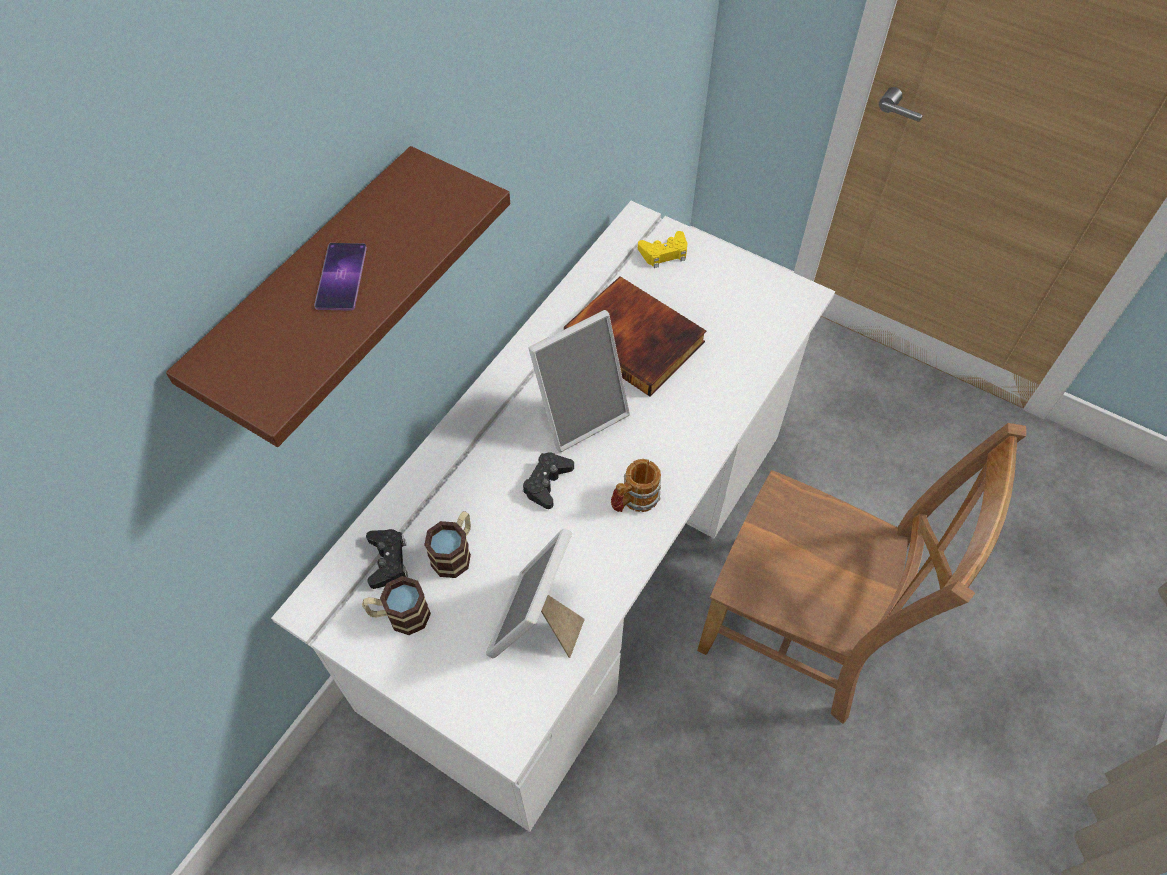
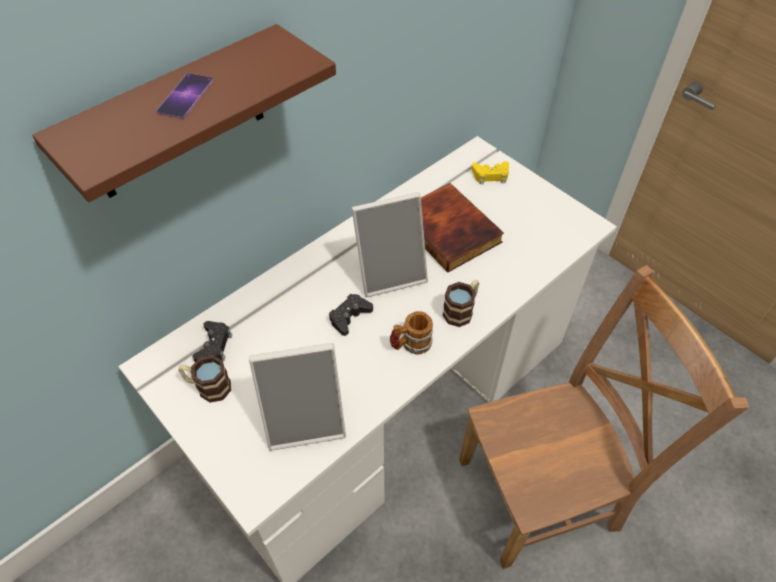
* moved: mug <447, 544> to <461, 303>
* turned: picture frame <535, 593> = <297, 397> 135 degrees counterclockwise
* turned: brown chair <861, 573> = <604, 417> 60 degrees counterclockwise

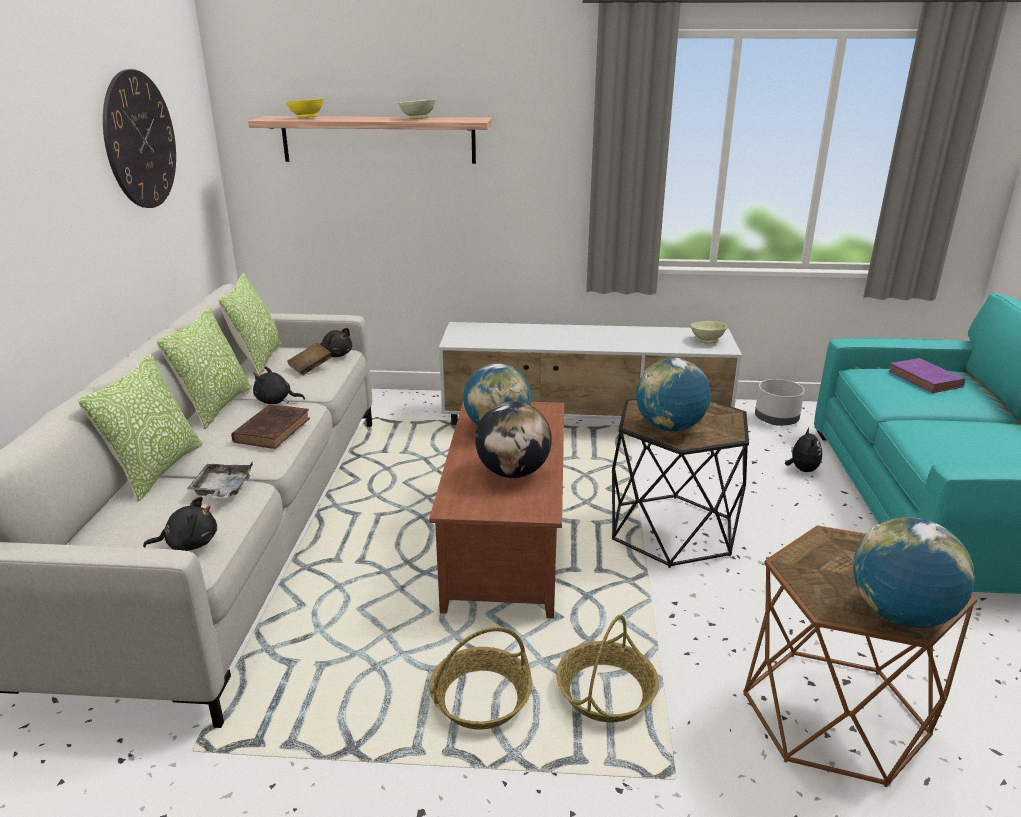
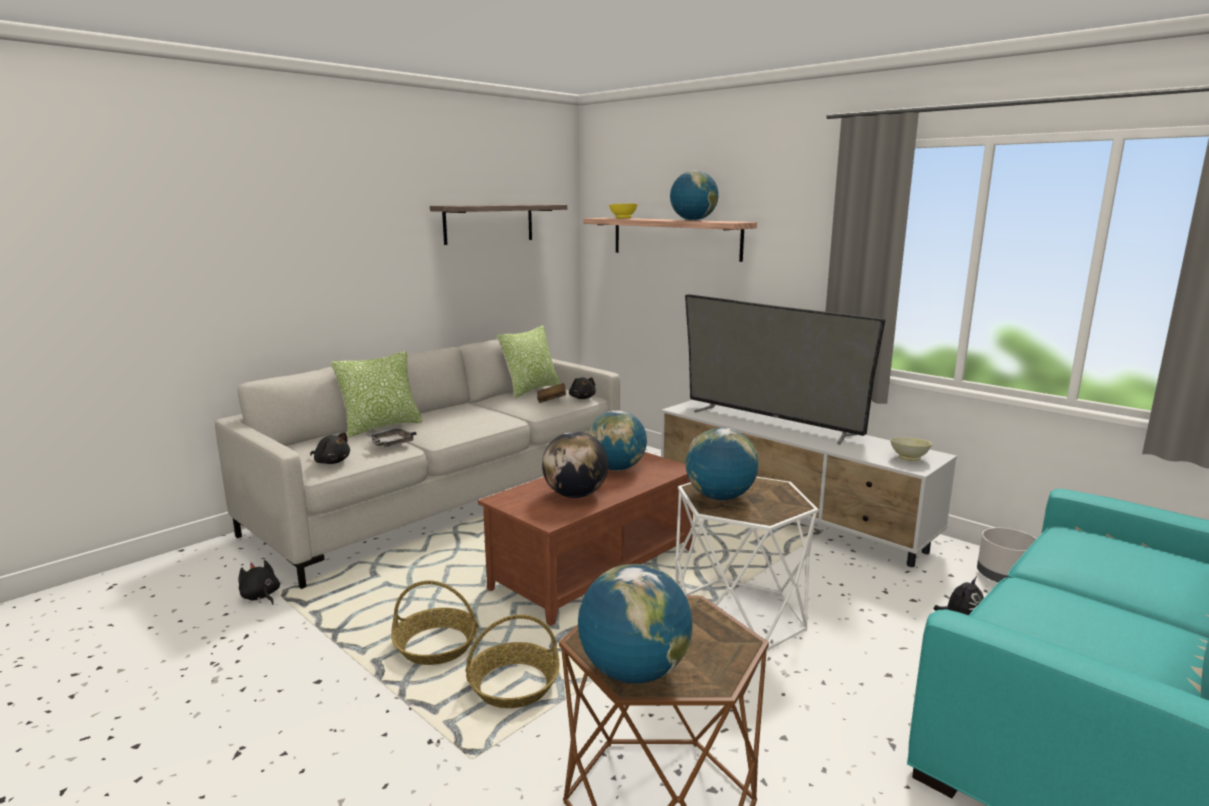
* replaced: wall clock <139, 138> to shelf <498, 224>
* removed: pillow <204, 368>
* removed: brown book <270, 426>
* moved: black plush toy <279, 385> to <259, 582>
* replaced: beige bowl <417, 109> to globe <694, 195>
* recoloured: black side table <680, 483> to white side table <747, 564>
* removed: purple book <927, 375>
* added: television <785, 369>

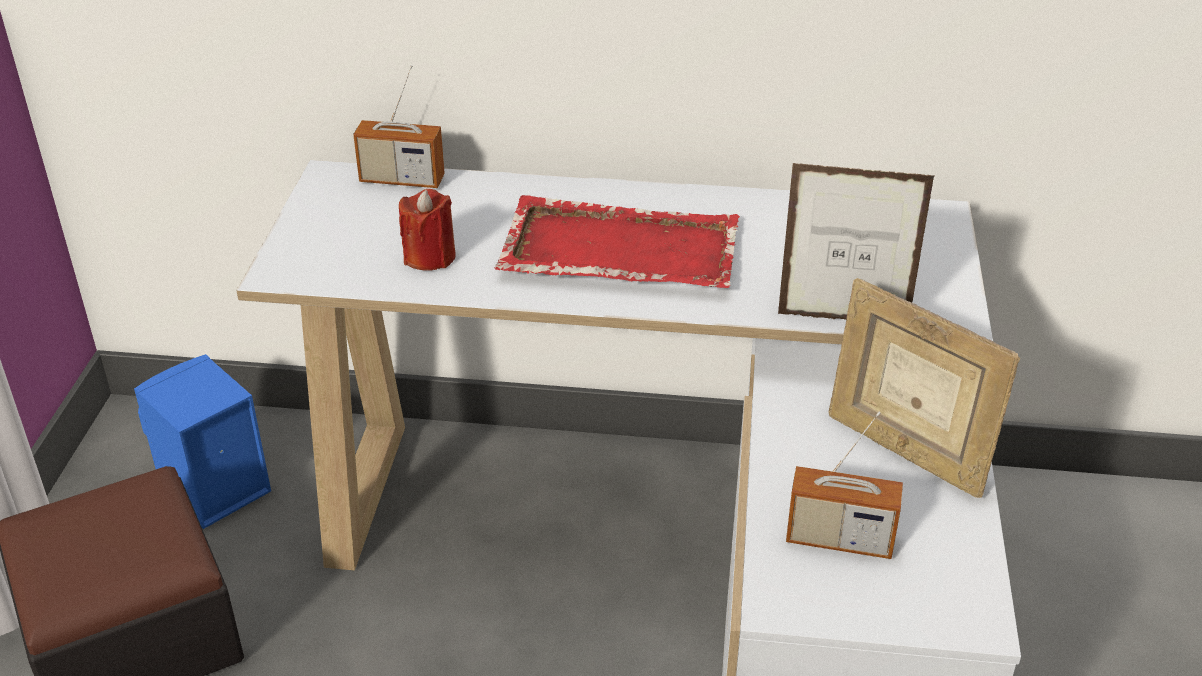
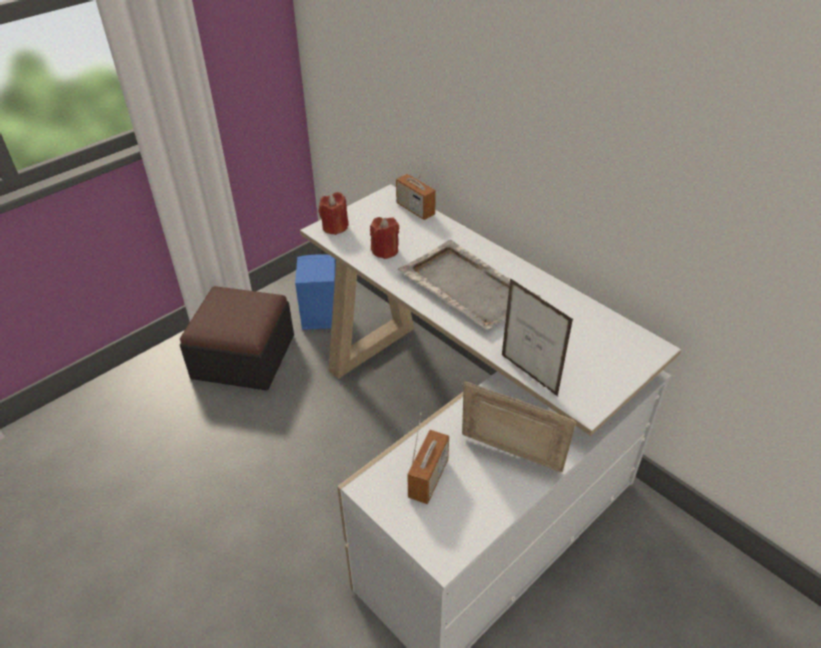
* recoloured: red tray <617, 241> to grey tray <469, 285>
* turned: radio <844, 485> = <428, 458> 120 degrees counterclockwise
* turned: picture frame <924, 388> = <519, 427> 120 degrees clockwise
* added: red candle <334, 213>

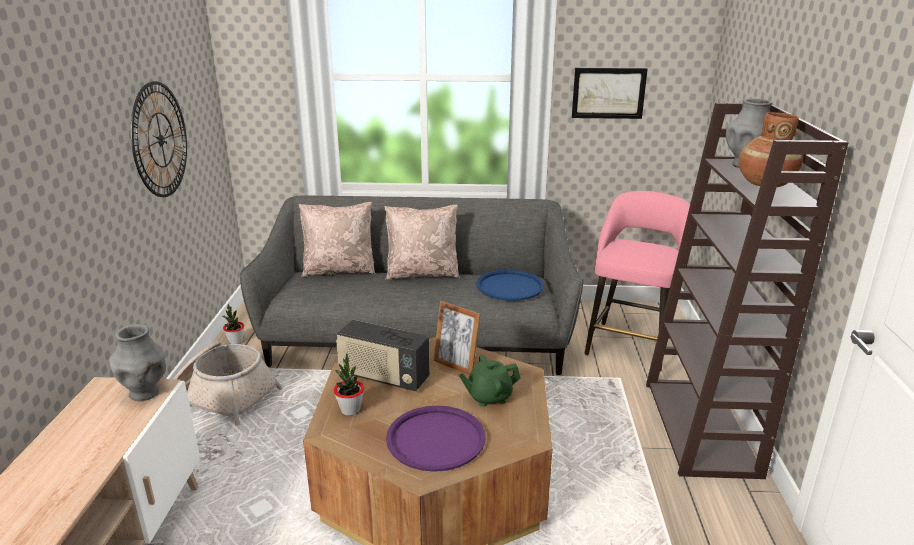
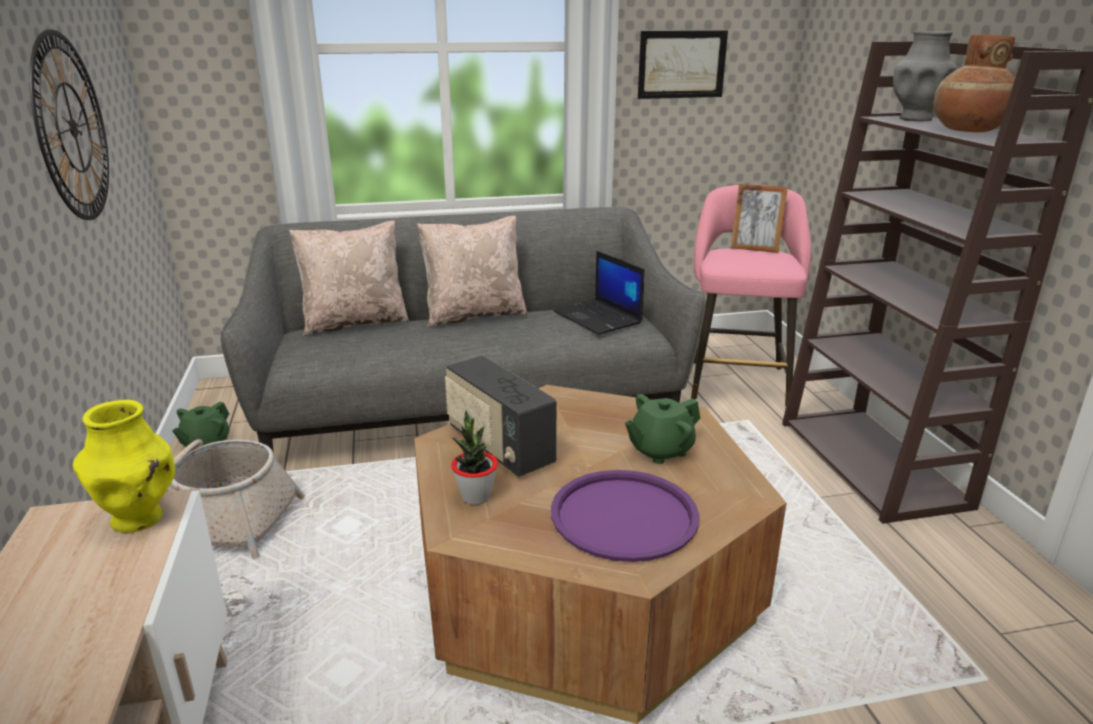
* recoloured: grey vase <137, 362> to yellow vase <124, 466>
* replaced: potted plant <233, 324> to green teapot <200, 424>
* turned: radio <383, 355> = <501, 416> 45 degrees clockwise
* moved: picture frame <456, 338> to <759, 218>
* replaced: blue tray <510, 285> to laptop <599, 293>

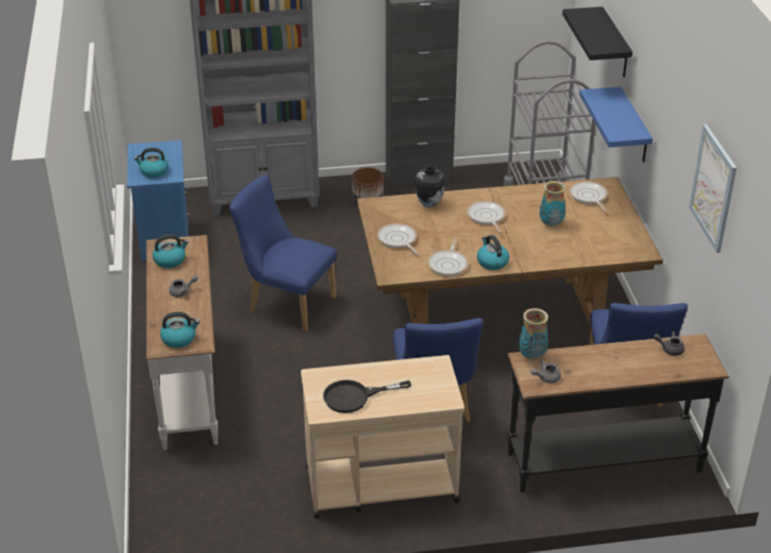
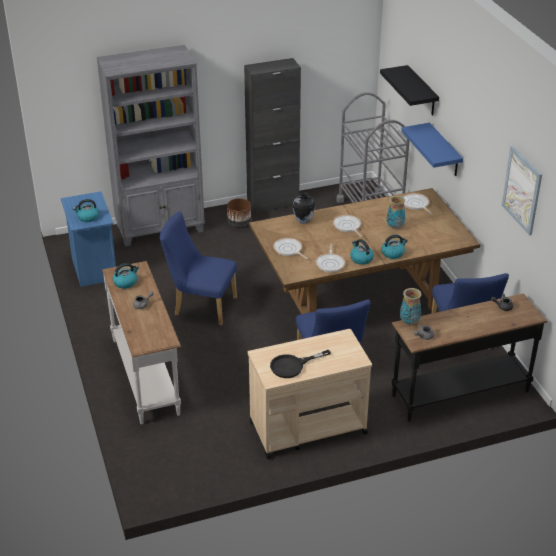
* moved: kettle <180, 330> to <394, 246>

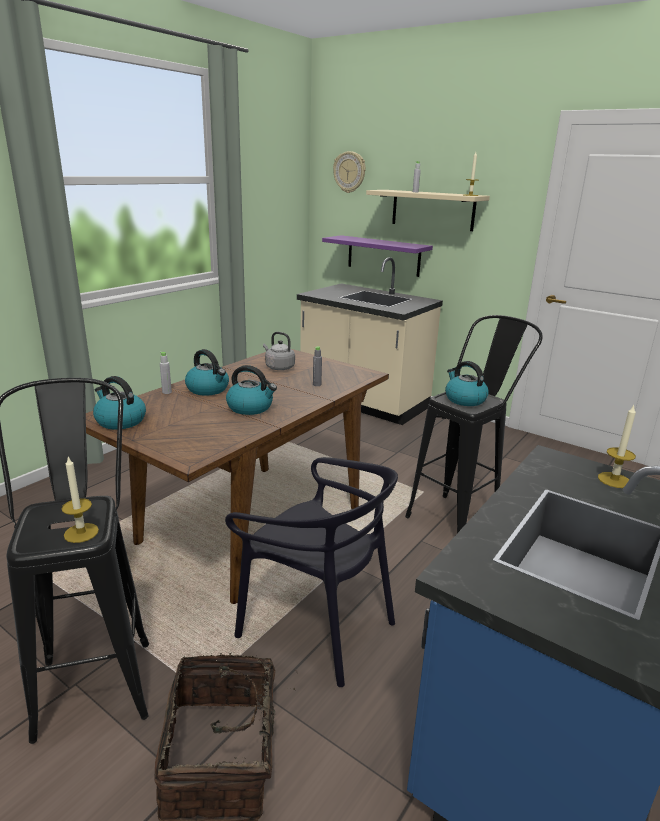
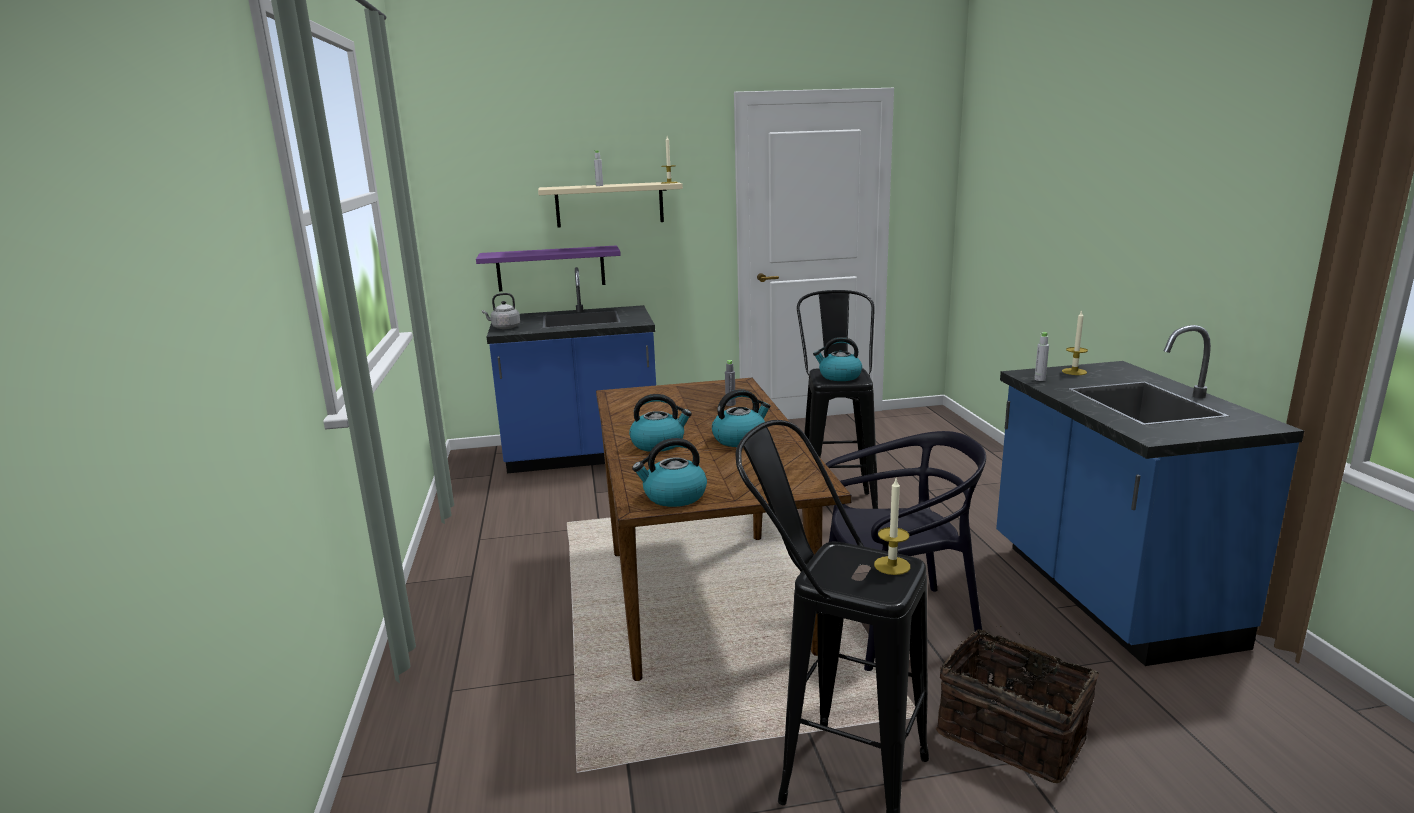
* moved: grey bottle <166, 373> to <1041, 356>
* moved: grey kettle <279, 351> to <501, 311>
* recoloured: beige counter <370, 341> to blue counter <571, 370>
* removed: wall clock <349, 172>

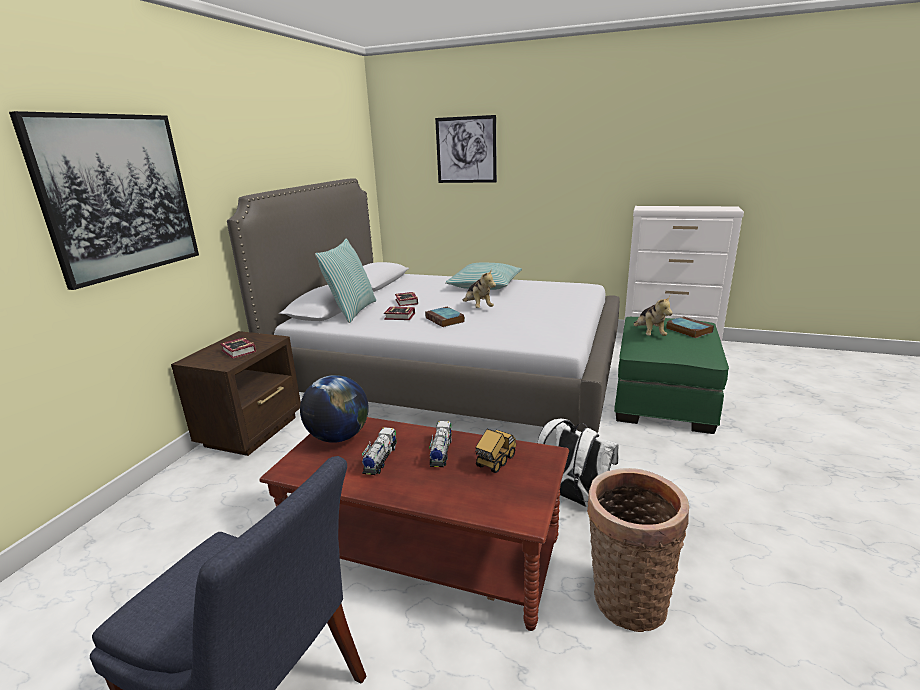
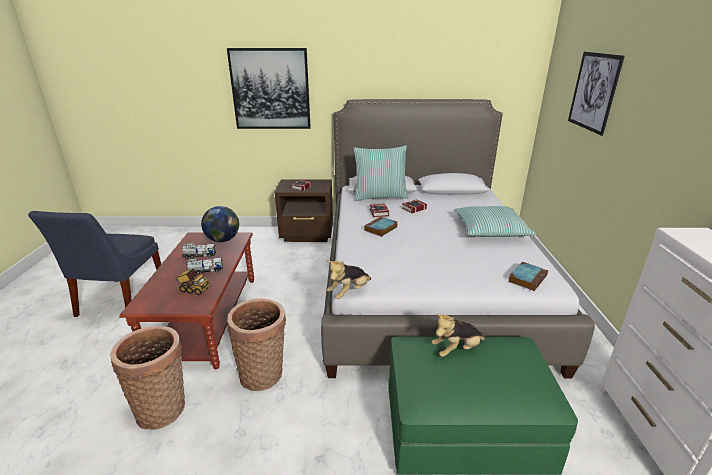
* moved: plush toy <479, 288> to <349, 280>
* replaced: white backpack <578, 463> to basket <256, 344>
* moved: book <690, 327> to <528, 276>

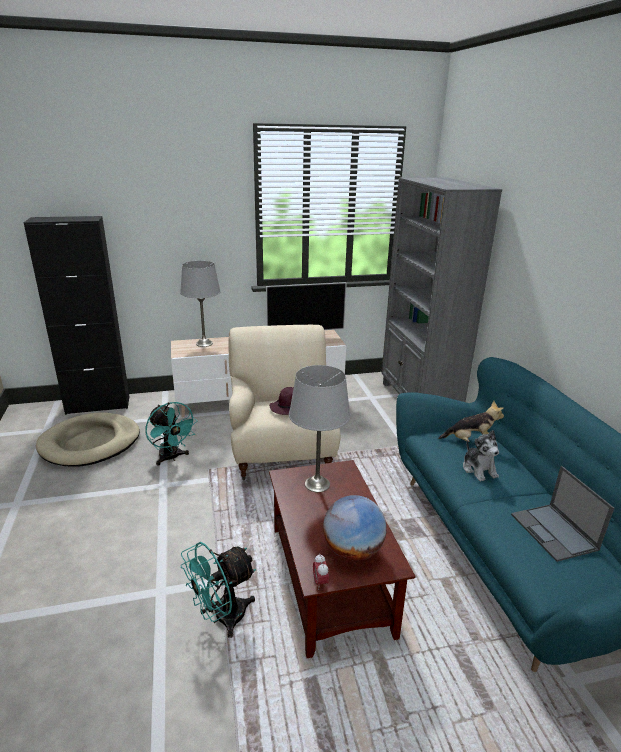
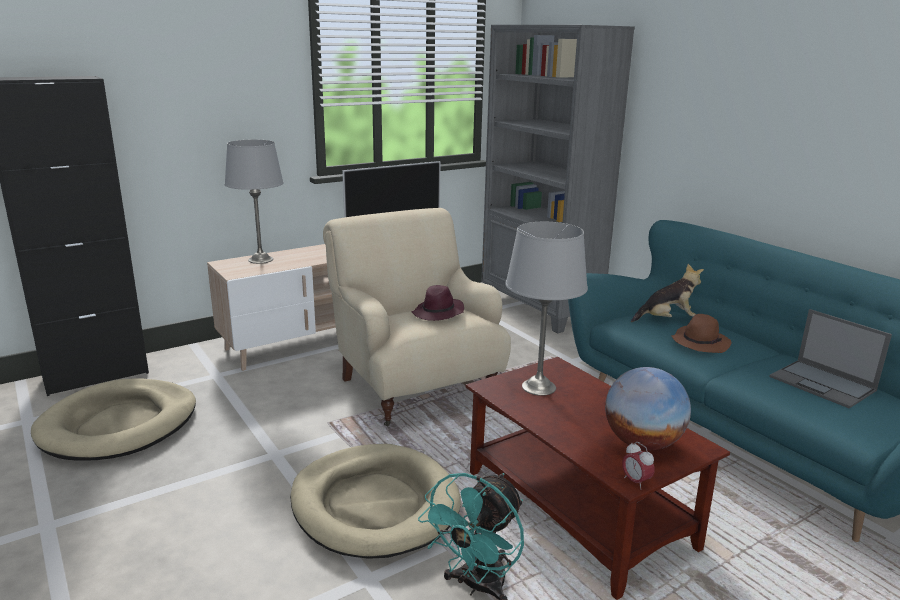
* removed: turquoise fan <171, 434>
* replaced: plush toy <481, 455> to brown hat <701, 333>
* added: beige dog bed <375, 501>

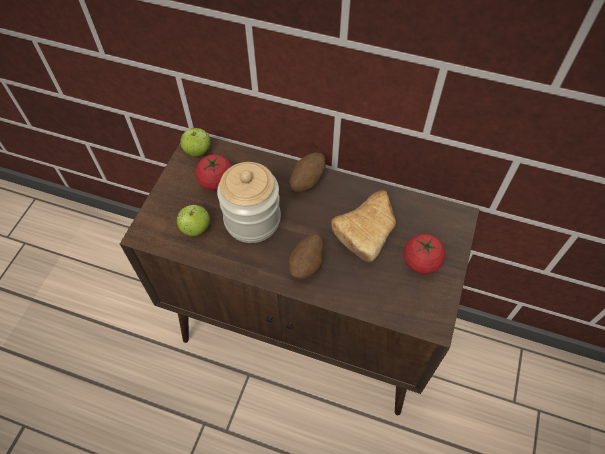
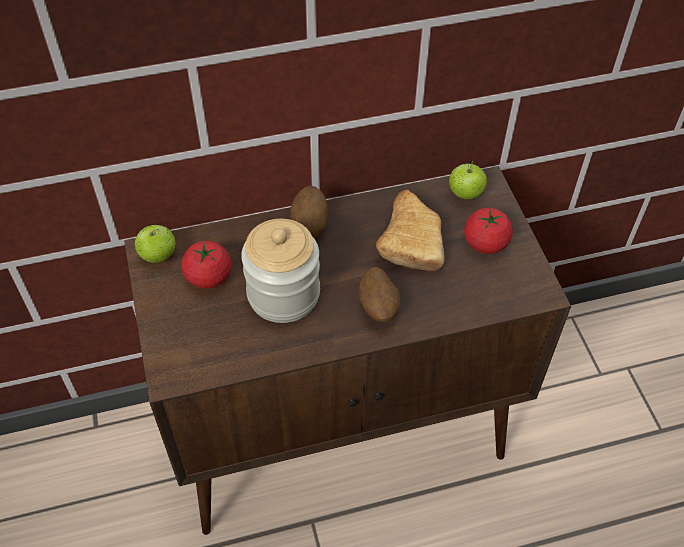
* moved: apple <193, 220> to <468, 180>

